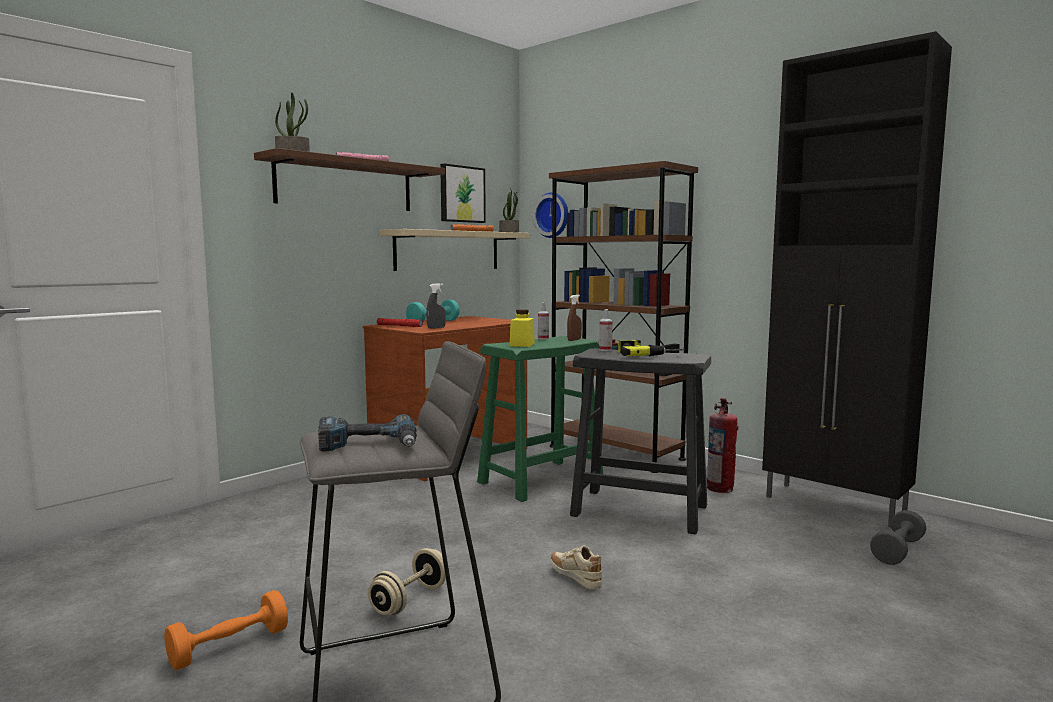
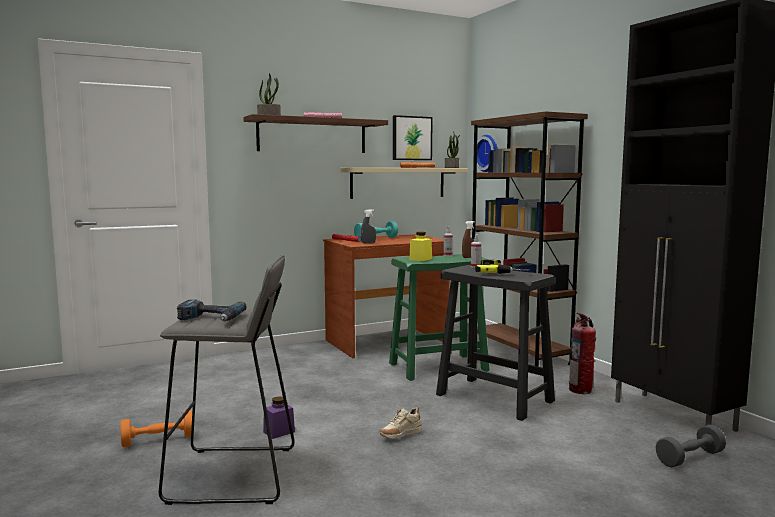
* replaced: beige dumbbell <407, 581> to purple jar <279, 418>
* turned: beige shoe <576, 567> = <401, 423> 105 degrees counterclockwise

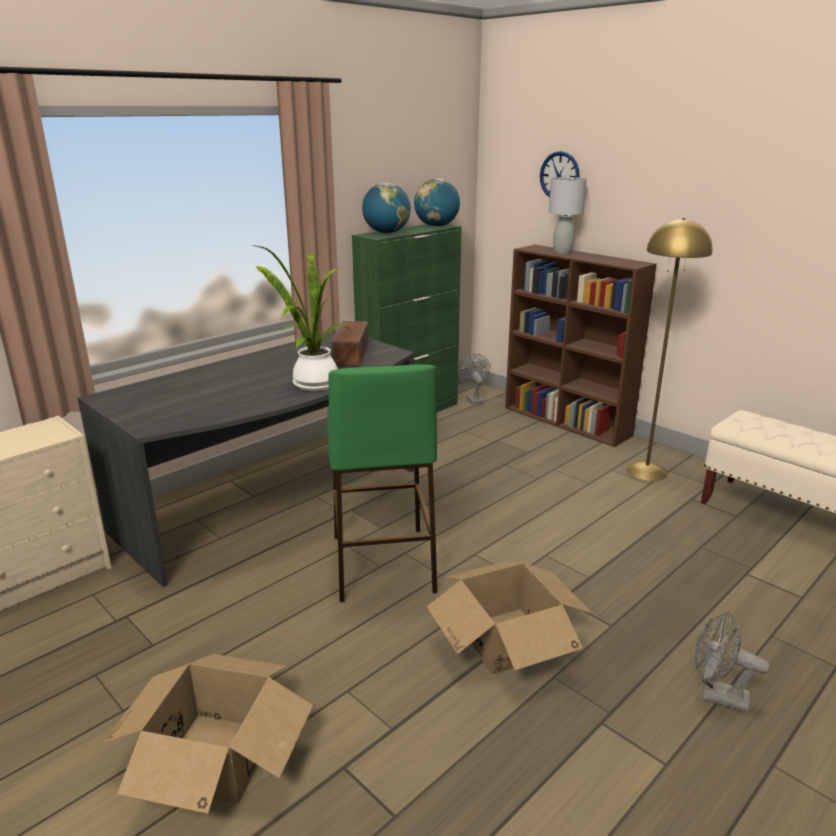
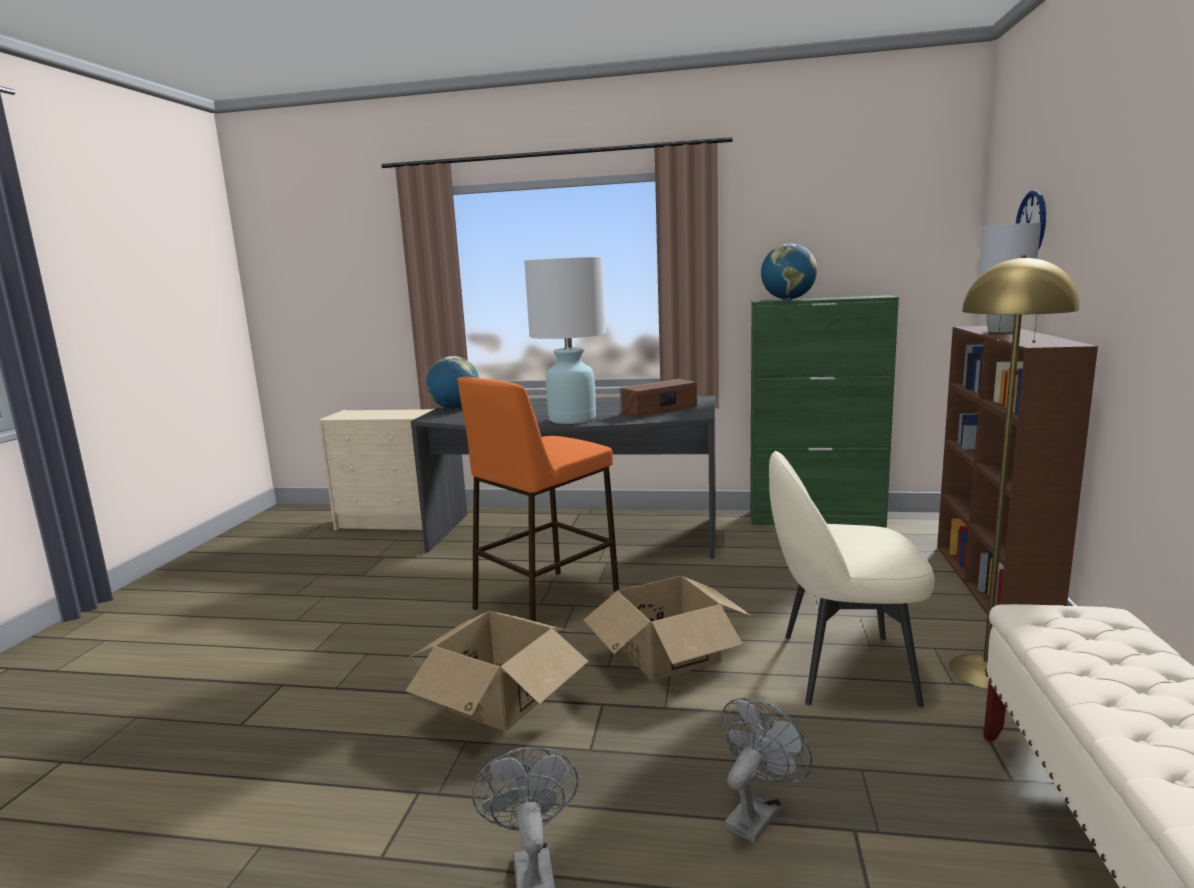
* moved: cardboard box <208, 734> to <668, 628>
* replaced: potted plant <301, 318> to white table lamp <565, 340>
* recoloured: green stool <382, 483> to orange stool <538, 499>
* moved: globe <437, 203> to <452, 382>
* moved: grey fan <474, 379> to <766, 770>
* added: beige chair <852, 579>

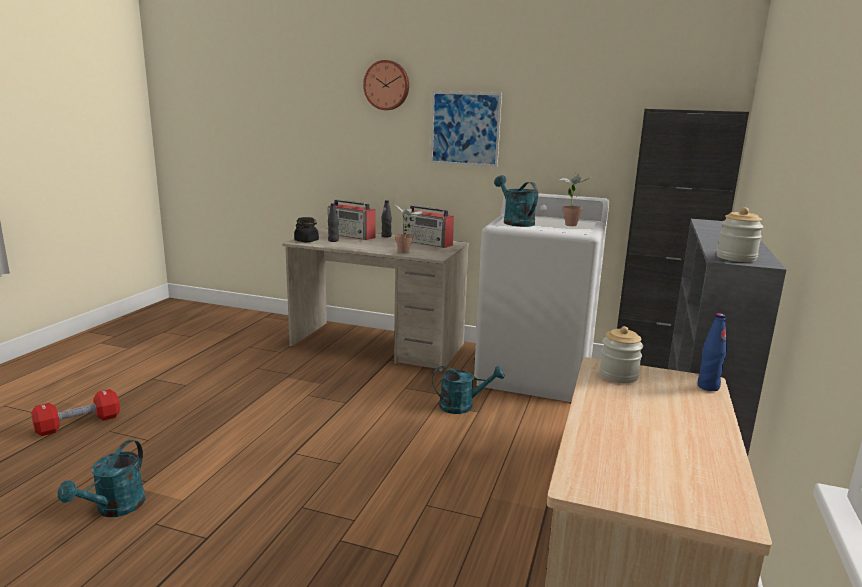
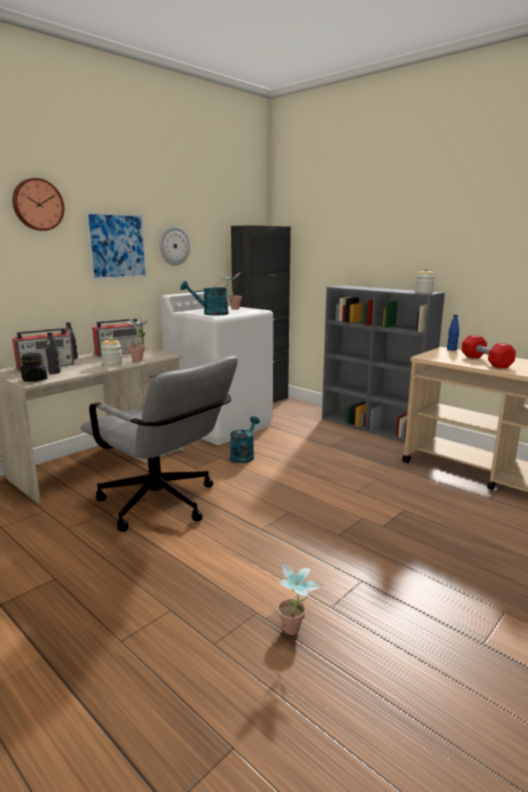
* moved: red dumbbell <75, 412> to <488, 352>
* replaced: turquoise watering can <102, 478> to potted plant <300, 598>
* moved: jar <621, 354> to <111, 351>
* added: grey office chair <159, 444>
* added: wall clock <174, 246>

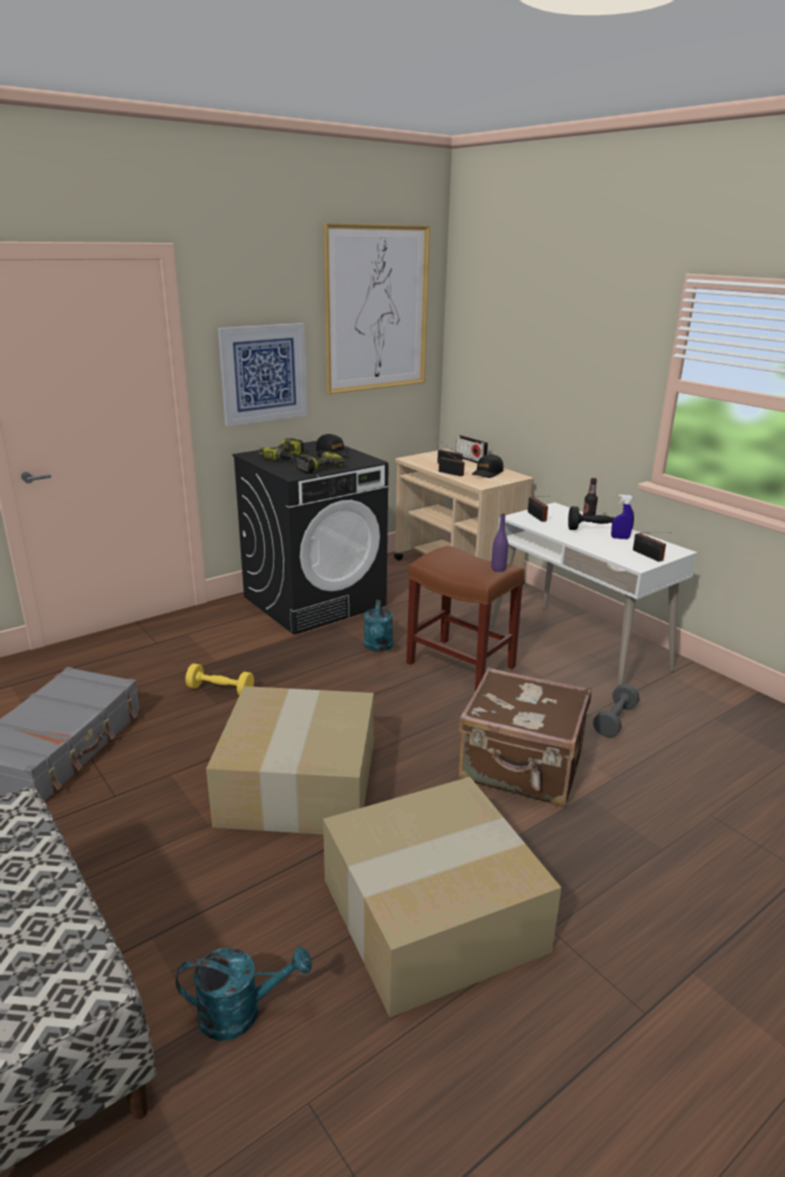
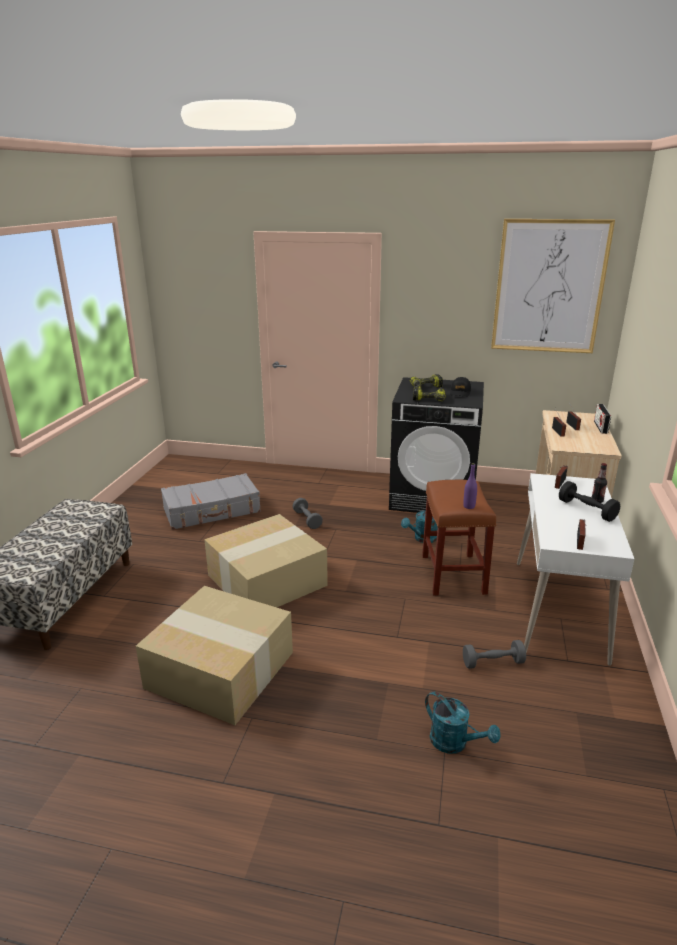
* moved: turquoise watering can <244, 993> to <463, 722>
* recoloured: yellow dumbbell <220, 679> to grey dumbbell <308, 513>
* removed: picture <262, 374>
* removed: brown suitcase <525, 737>
* removed: black cap <487, 466>
* removed: blue spray bottle <622, 516>

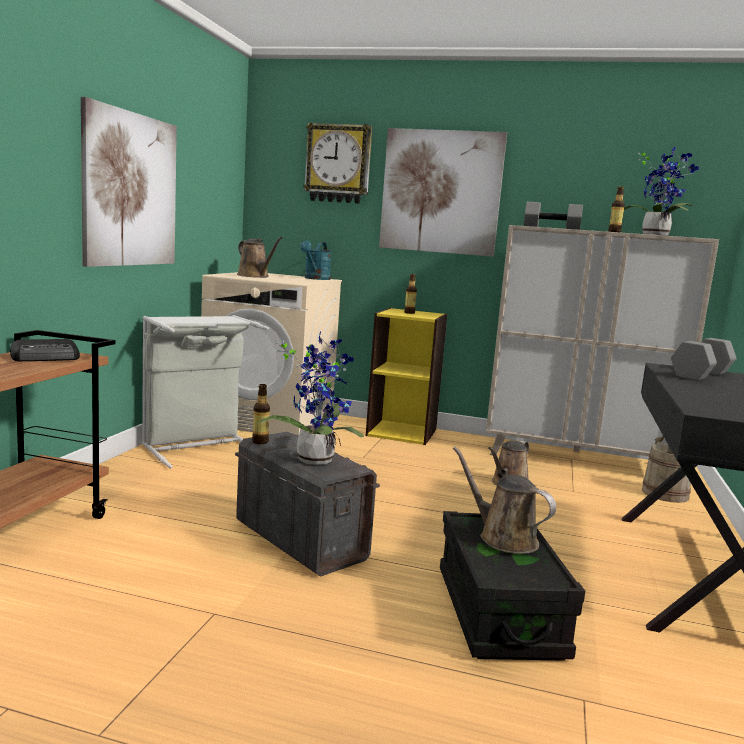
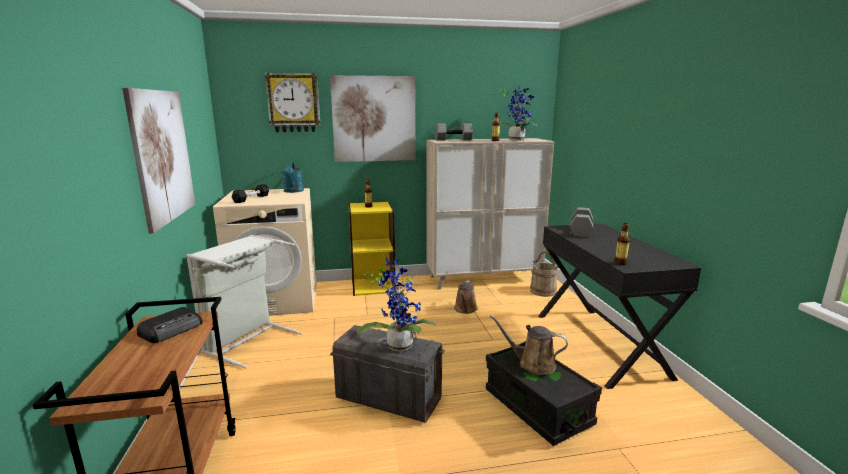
* replaced: brown watering can <260, 257> to black dumbbell <250, 193>
* moved: bottle <261, 414> to <622, 244>

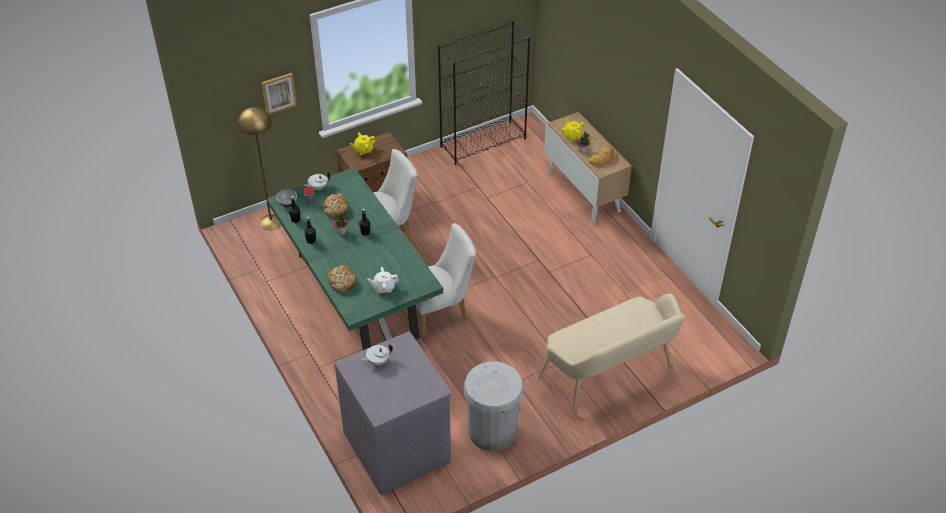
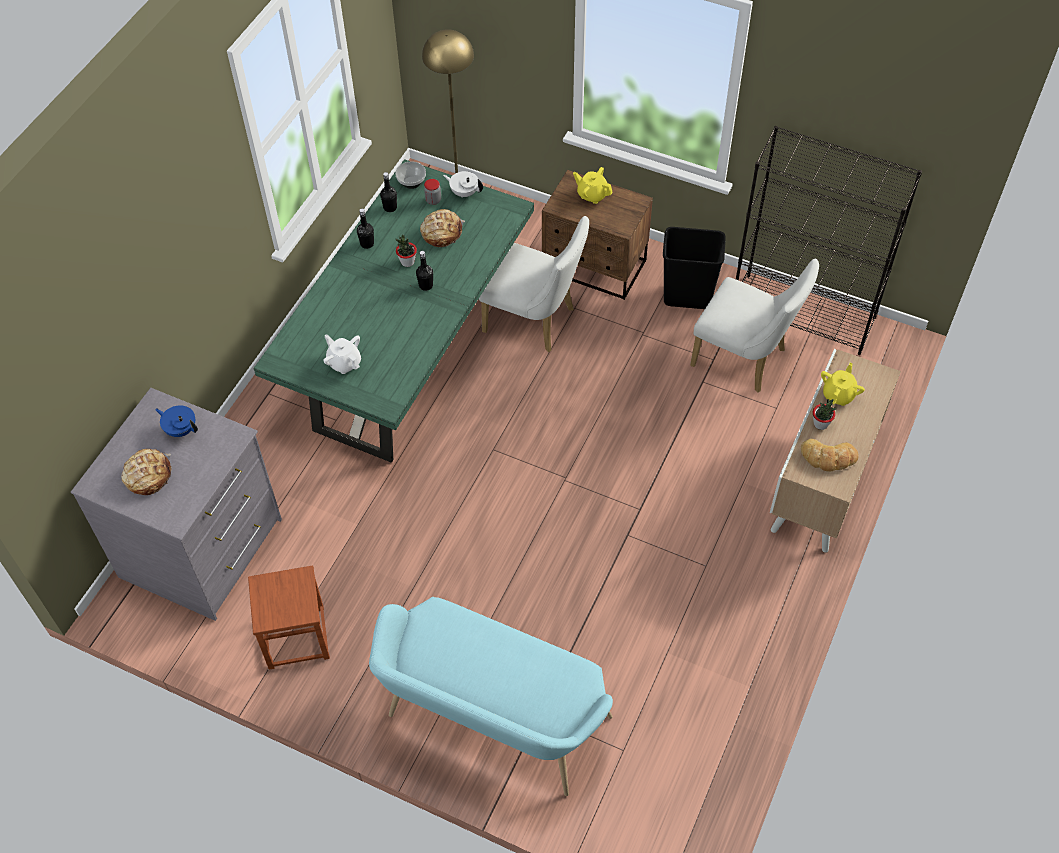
* removed: picture <279, 93>
* moved: bread <342, 279> to <146, 472>
* recoloured: white teapot <377, 354> to blue teapot <176, 421>
* moved: white chair <446, 280> to <754, 326>
* replaced: white trash can <493, 406> to brown stool <289, 617>
* recoloured: beige bench <612, 354> to turquoise bench <491, 696>
* added: black trash can <694, 268>

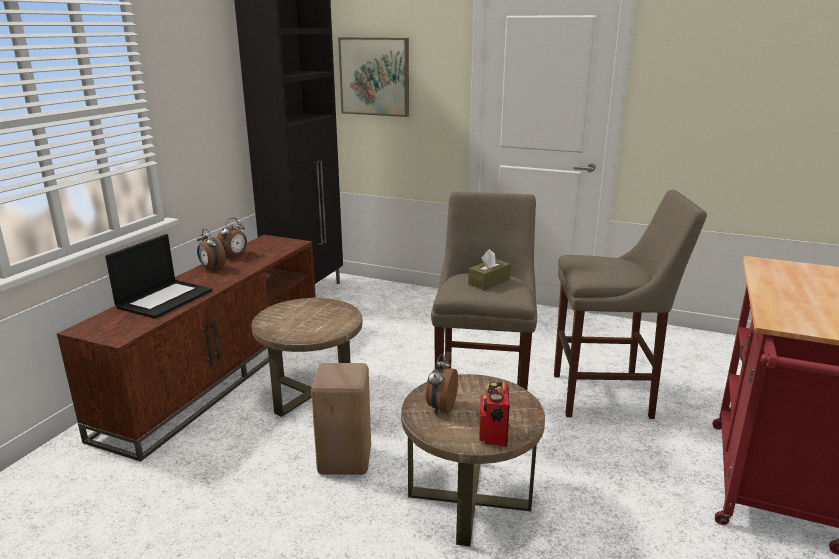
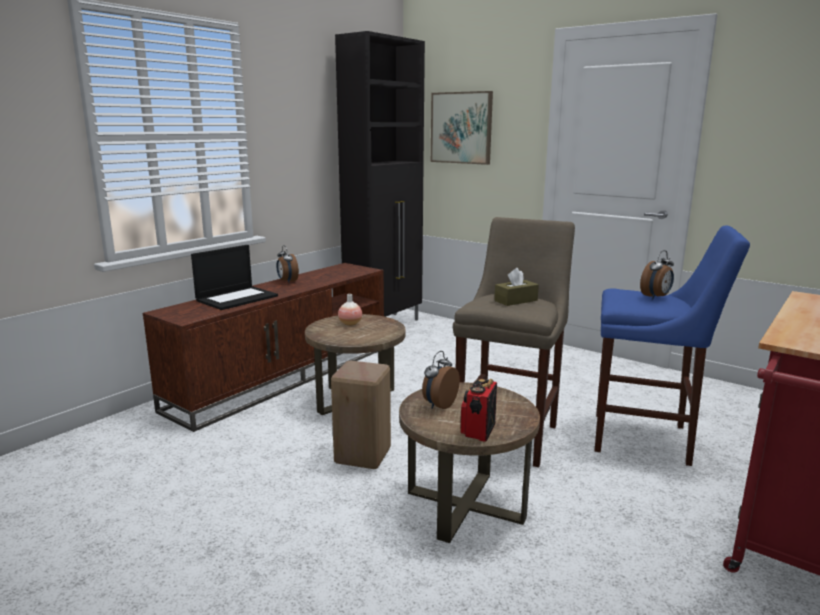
* moved: alarm clock <232, 238> to <657, 274>
* recoloured: beige stool <630, 304> to blue stool <672, 346>
* added: vase <350, 310>

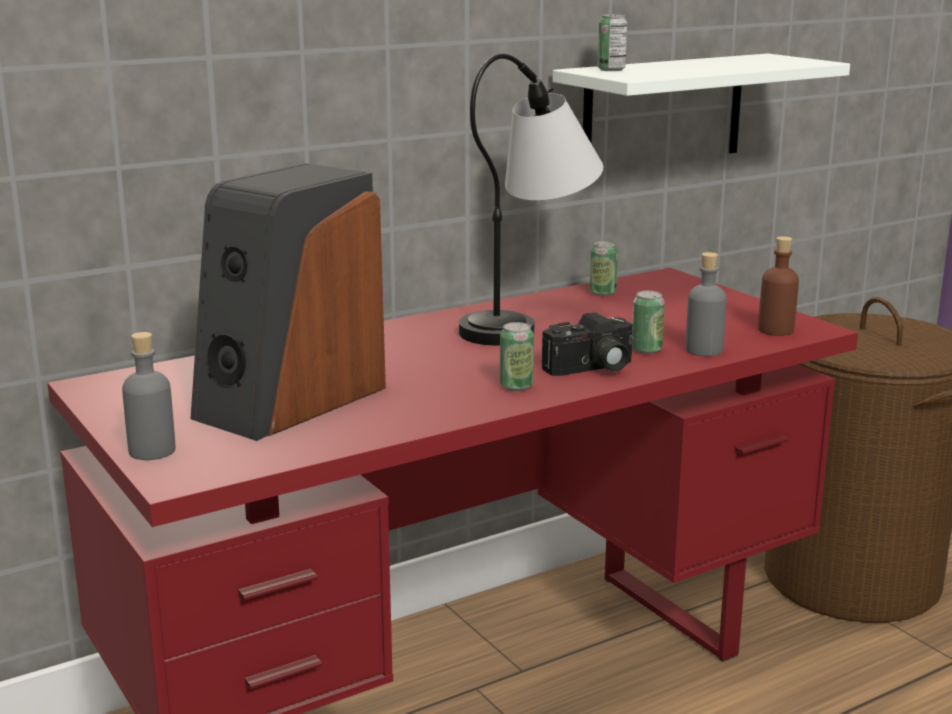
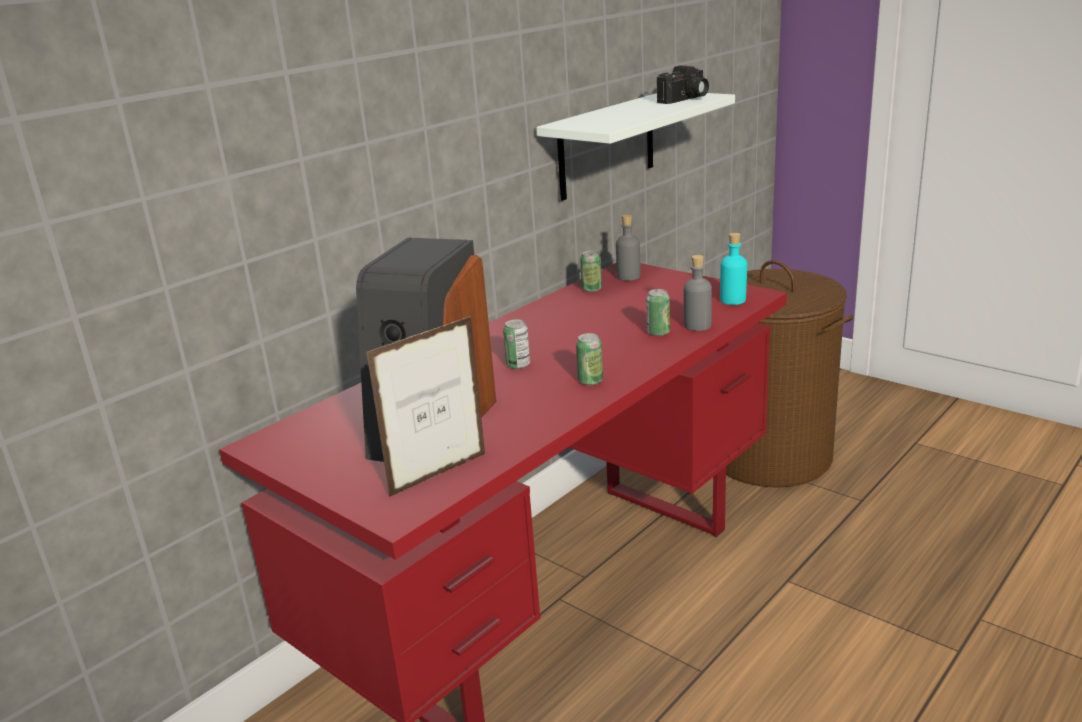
* moved: grey bottle <148, 396> to <628, 247>
* removed: table lamp <531, 199>
* moved: photo camera <588, 344> to <683, 84>
* moved: can <612, 42> to <516, 344>
* recoloured: brown bottle <778, 286> to turquoise bottle <733, 269>
* added: picture frame <426, 406>

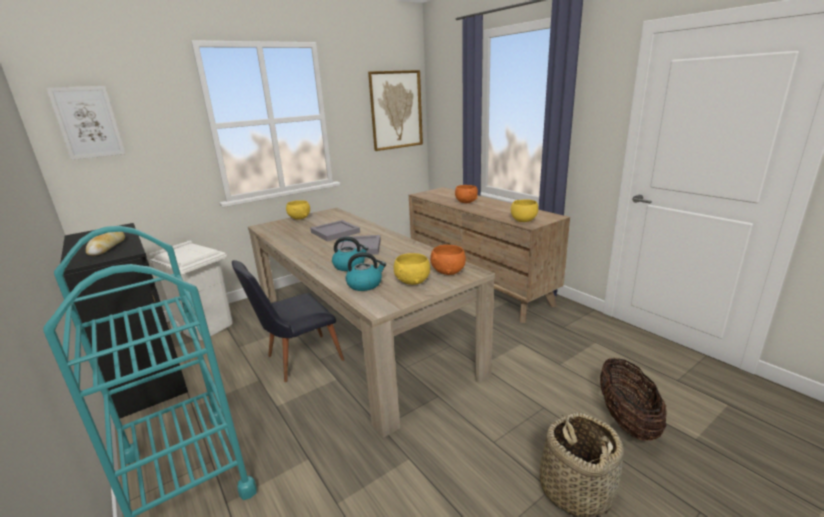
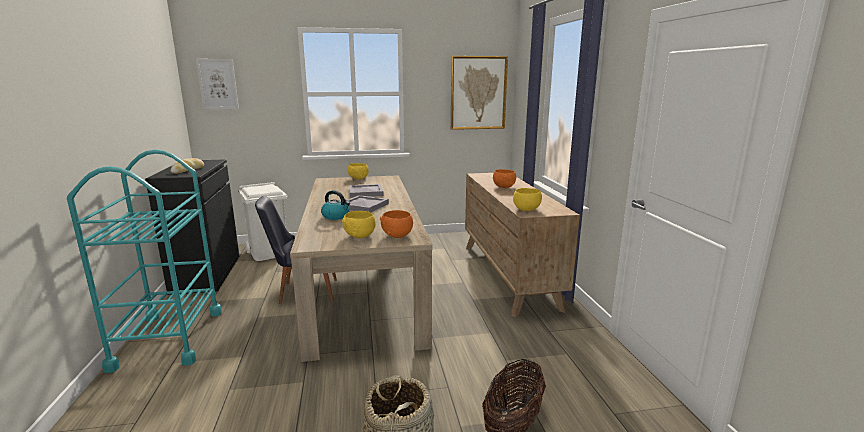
* removed: kettle <365, 271>

